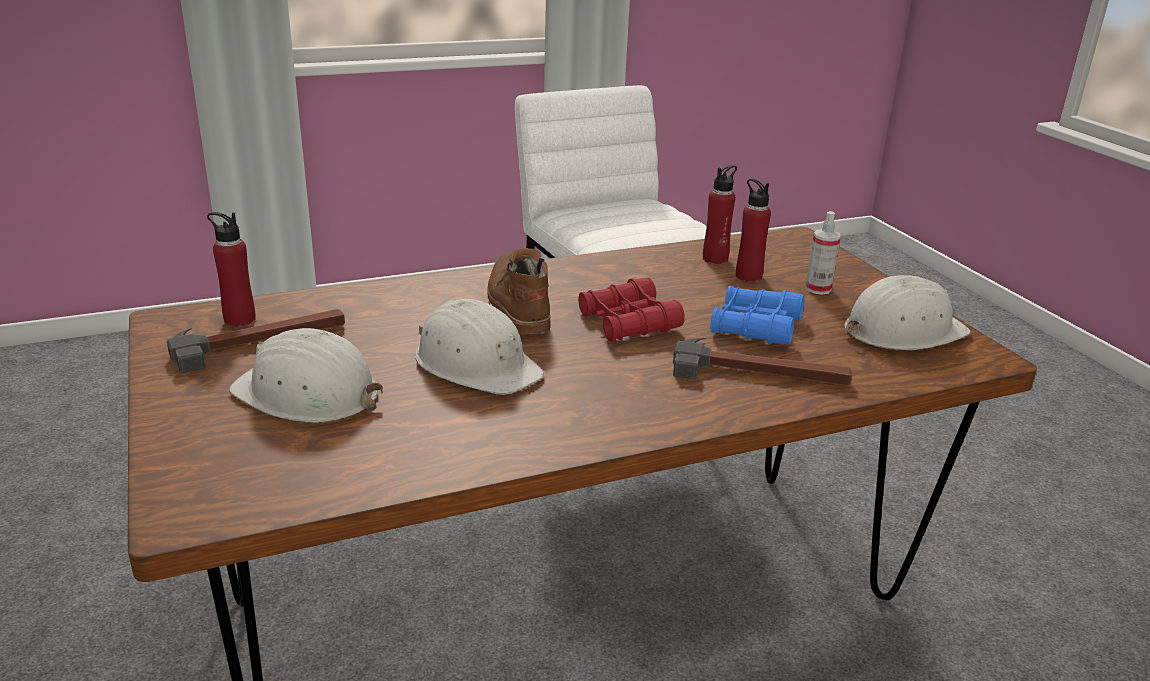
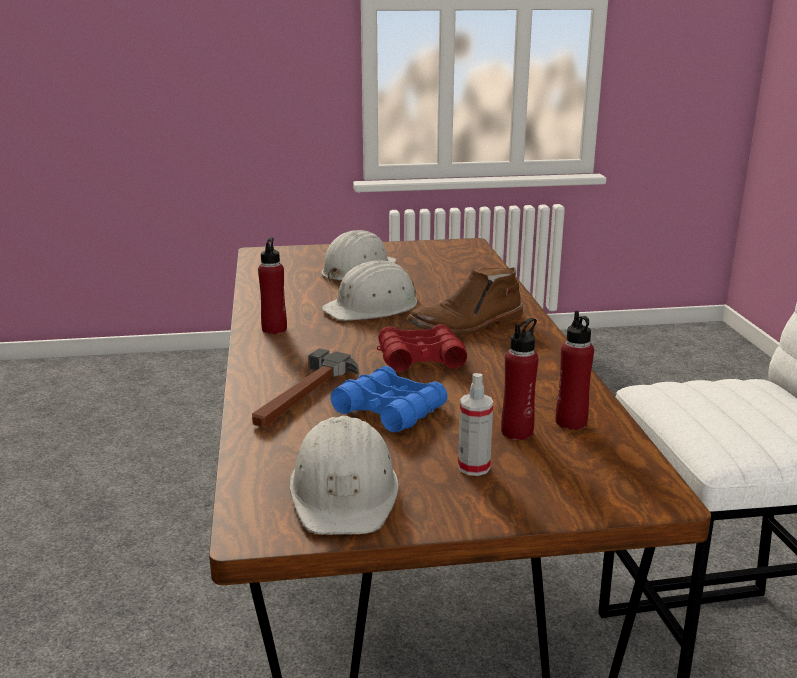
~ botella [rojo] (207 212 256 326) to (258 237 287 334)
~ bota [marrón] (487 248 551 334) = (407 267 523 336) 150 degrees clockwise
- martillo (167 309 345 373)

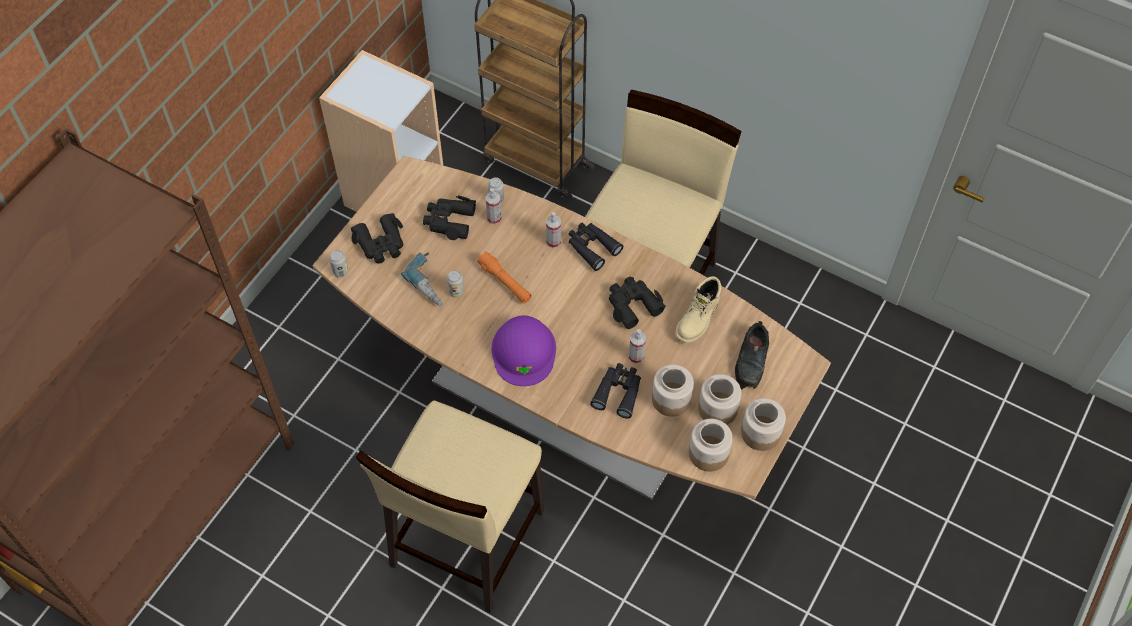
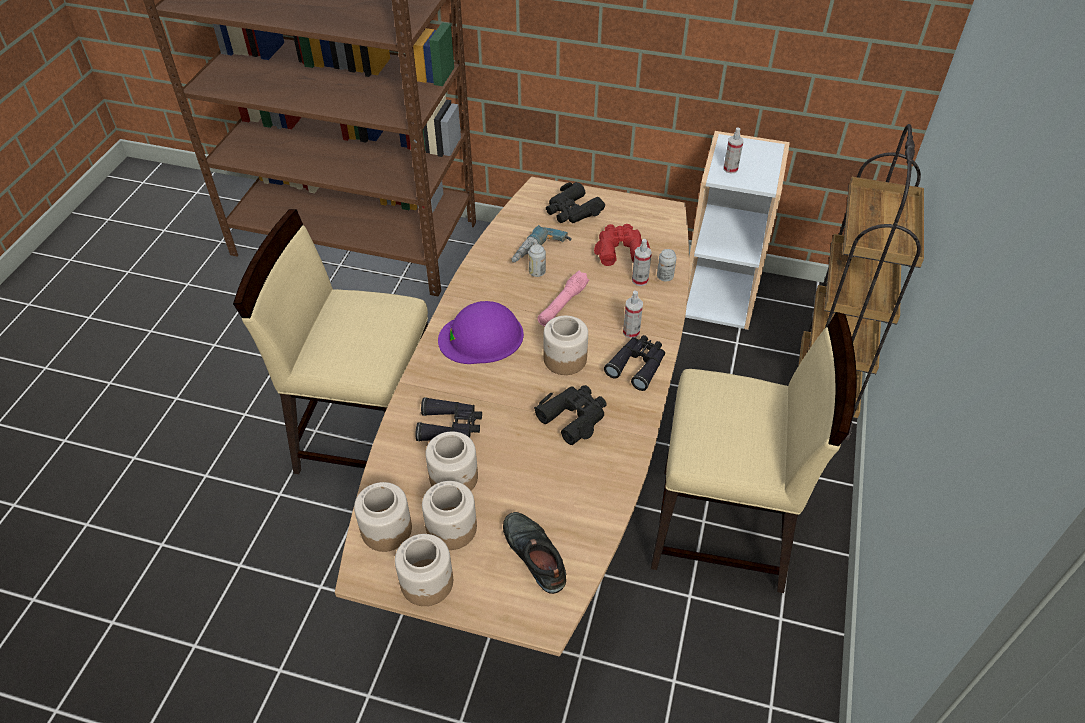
~ prismáticos [negro] (423 196 476 240) to prismáticos [rojo] (594 224 650 266)
- lata (329 250 348 277)
~ linterna [naranja] (477 251 532 304) to linterna [rosa] (537 271 589 326)
- bota [beis] (675 276 721 343)
~ zapato [negro] (735 321 769 390) = (503 512 566 594) 60 degrees clockwise
~ pulverizador (629 329 646 364) to (724 128 743 174)
+ tarro (543 316 588 375)

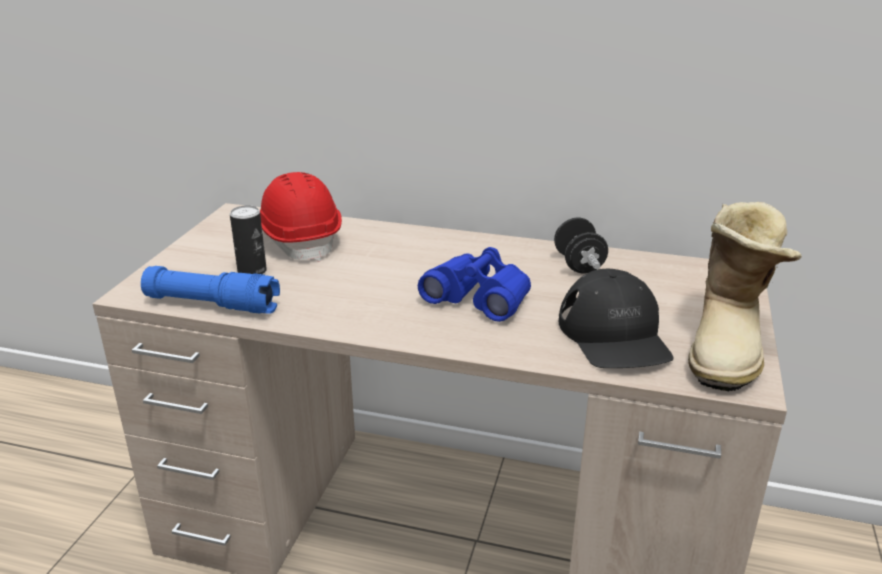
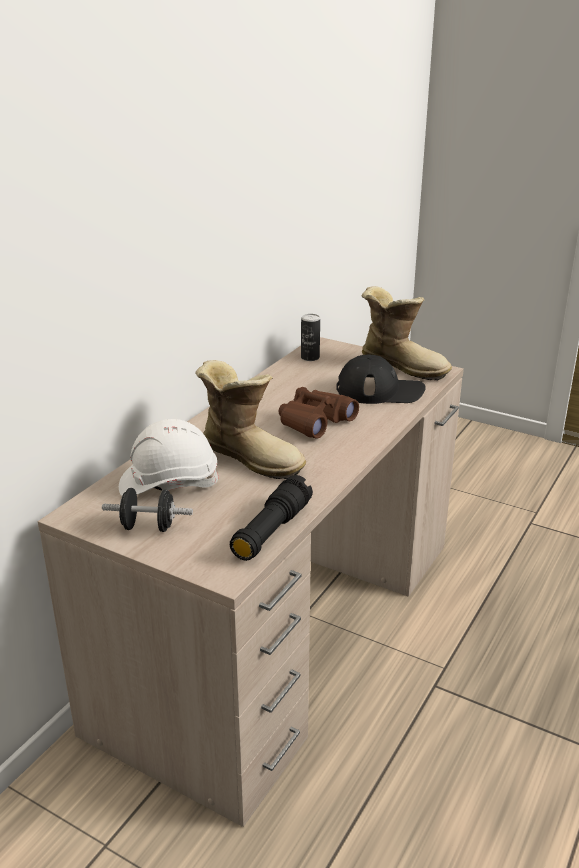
~ casco [rojo] (260 172 342 262) to casco [blanco] (119 419 219 496)
~ lata (230 205 267 274) to (301 314 320 361)
~ mancuerna [negro] (554 217 608 273) to (102 488 193 532)
~ prismáticos [azul] (418 247 531 322) to prismáticos [marrón] (279 387 359 439)
~ linterna [azul] (141 266 280 314) to linterna [negro] (230 475 313 561)
+ bota (195 360 306 480)

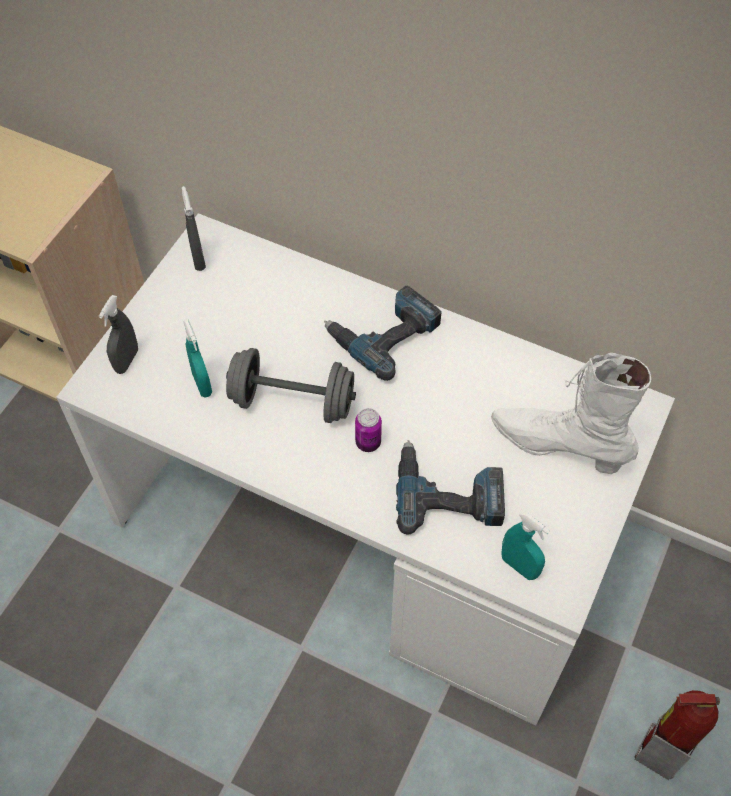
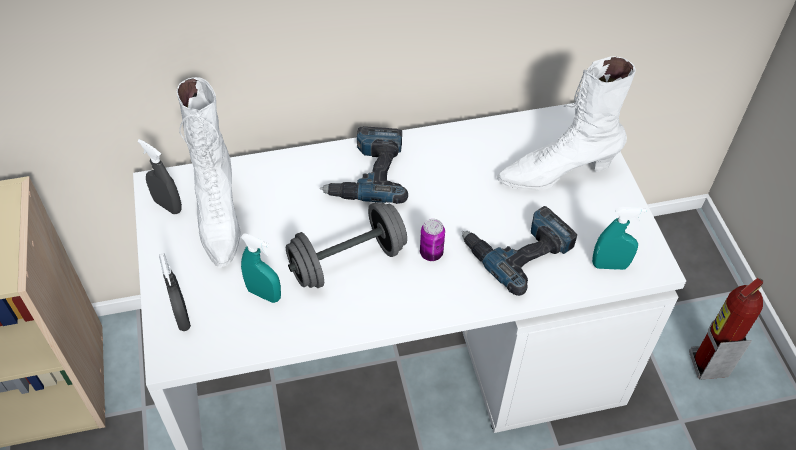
+ bota [blanco] (177 77 241 267)

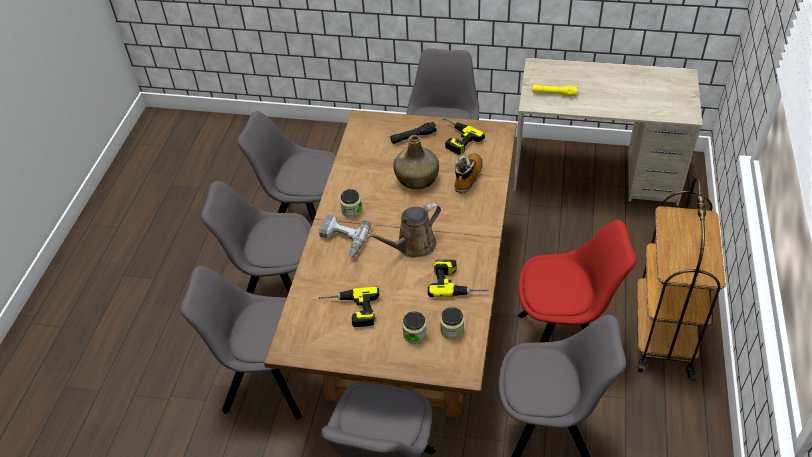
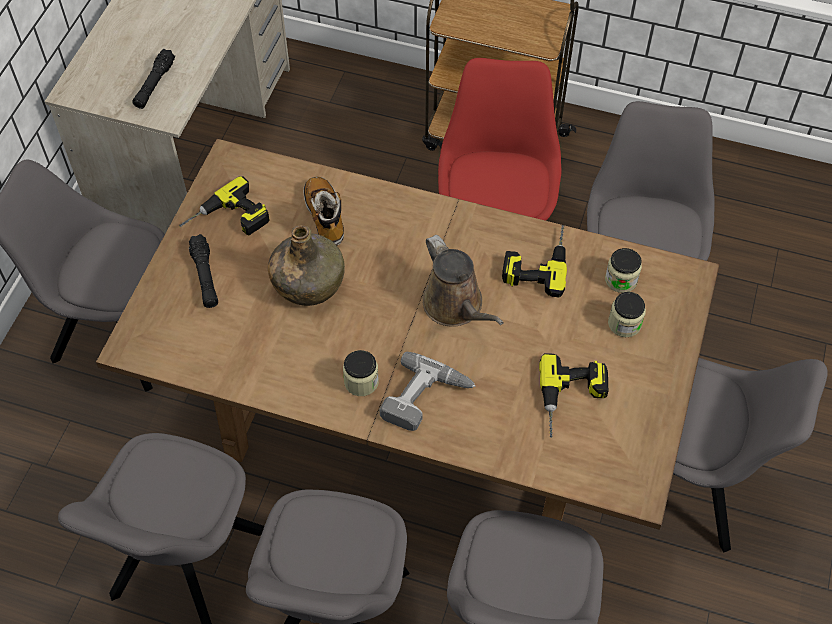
~ linterna [amarillo] (532 84 578 97) to linterna [negro] (132 49 175 109)
~ bota (454 154 483 193) = (303 177 344 245) 45 degrees clockwise

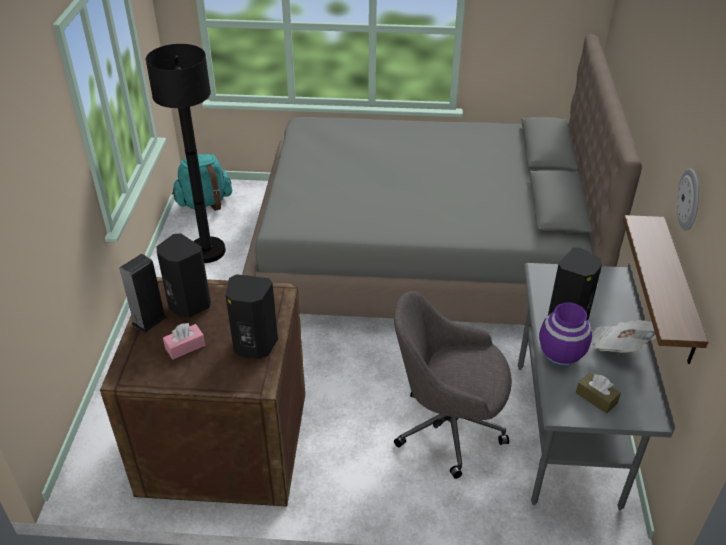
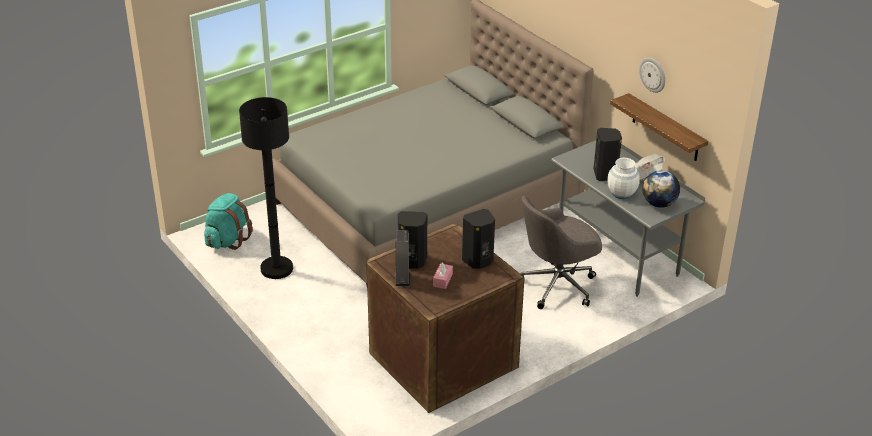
~ florero [morado] (539 302 592 366) to florero [blanco] (608 158 640 199)
~ caja de pañuelos [marrón] (576 373 621 414) to globo terráqueo (642 170 680 208)

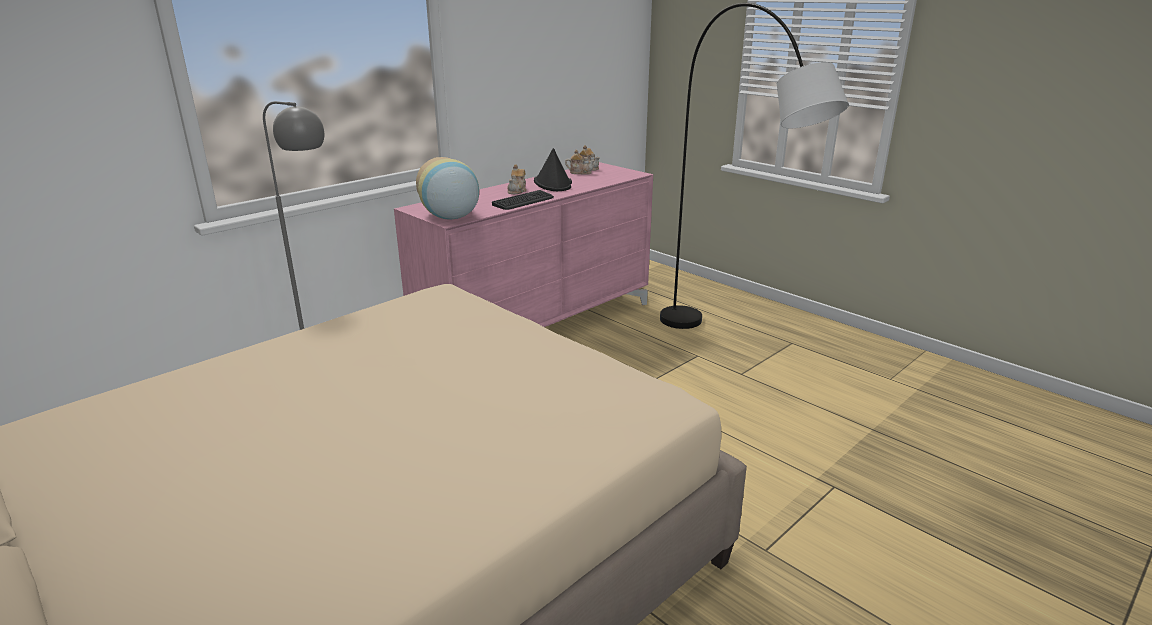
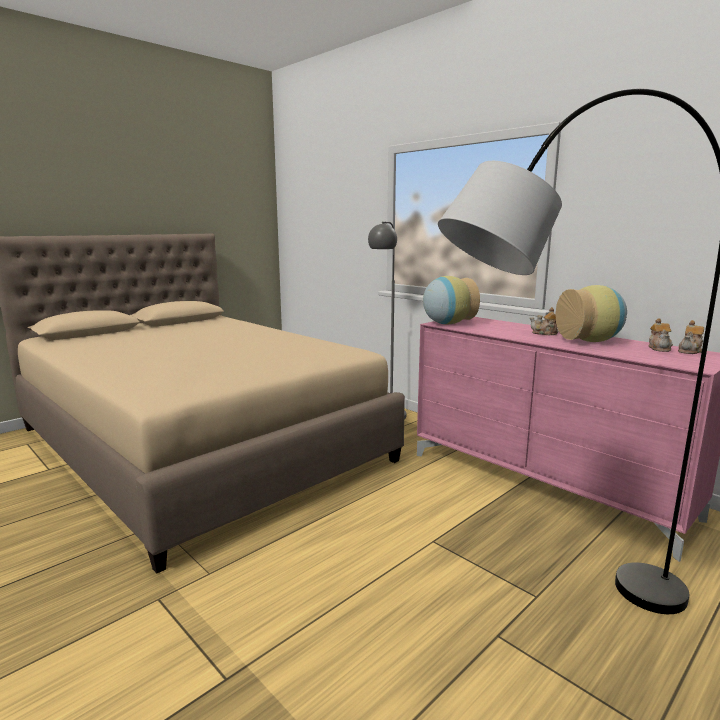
~ sombrero [negro] (534 148 572 191) to florero (556 285 627 342)
- teclado (492 190 554 210)

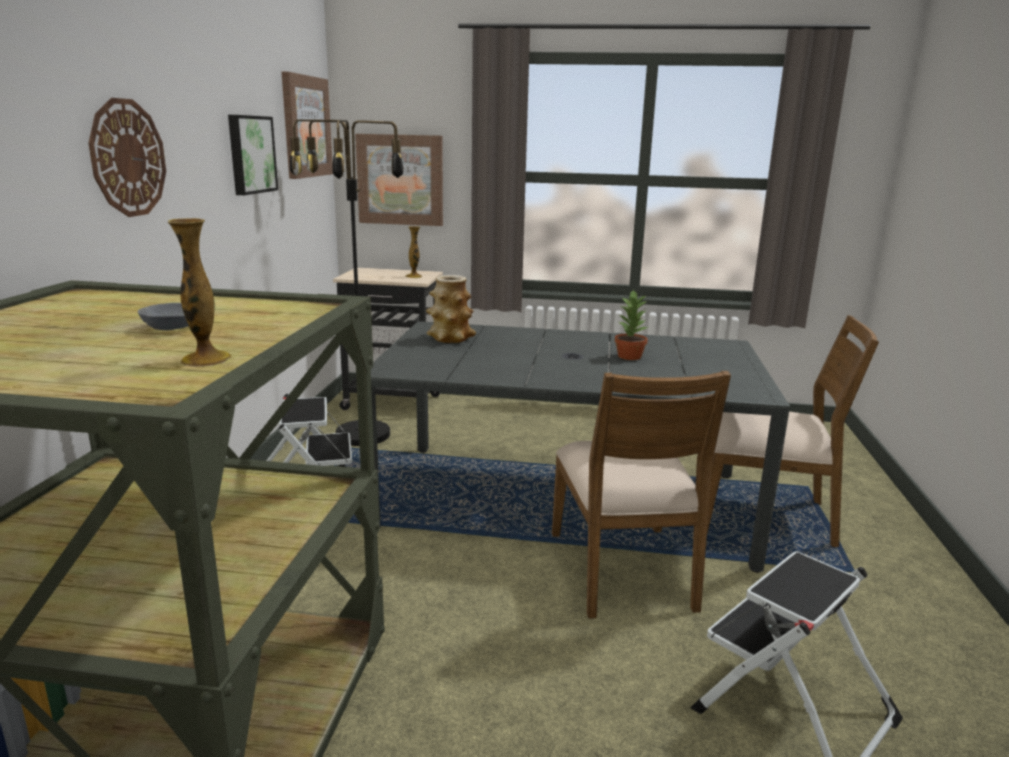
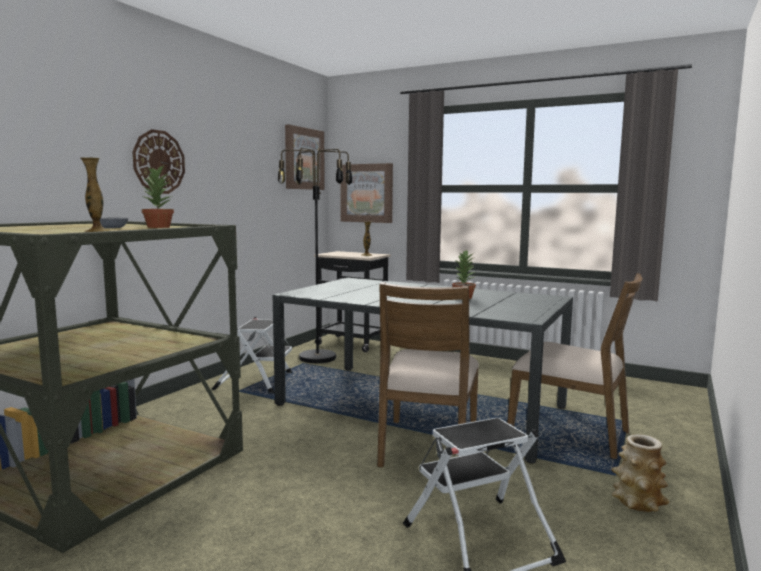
- cuadro (228 115 278 195)
~ florero (426 275 476 343) to (612 434 669 512)
+ planta en maceta (142 165 174 228)

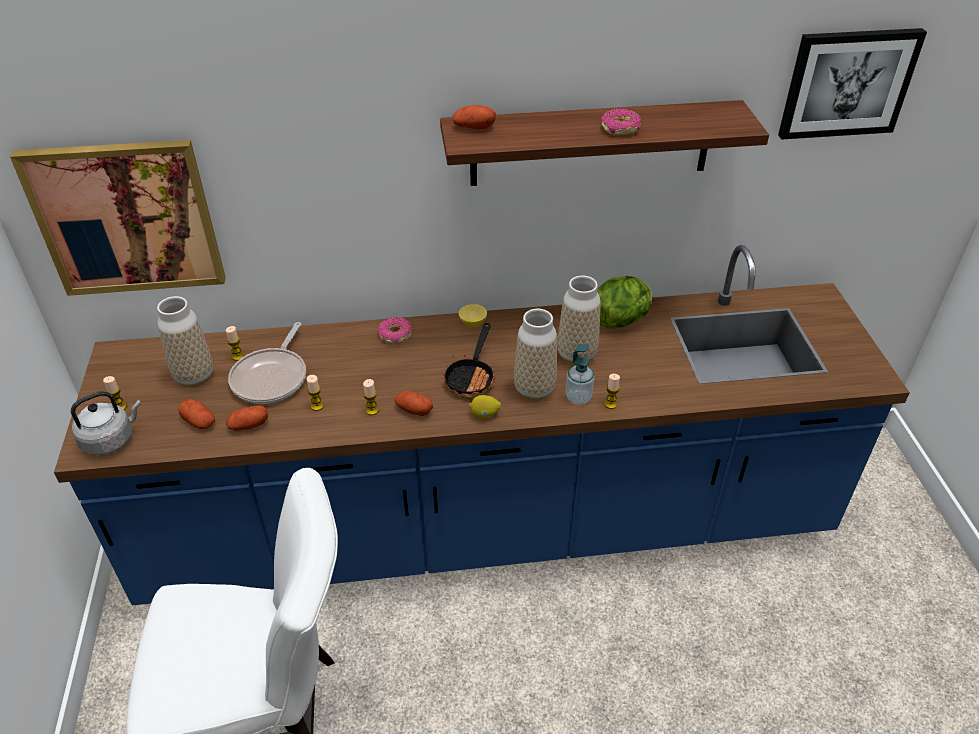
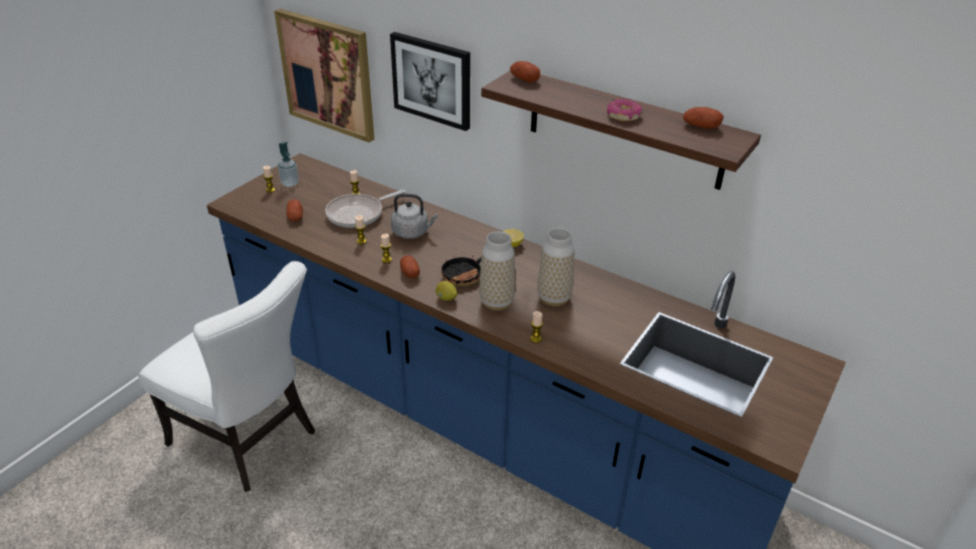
~ cuadro (778 28 927 139) to (390 32 470 131)
- lechuga (597 276 652 328)
- florero (157 296 213 388)
- rosquilla (377 317 412 343)
~ dispensador de jabón (566 344 595 405) to (278 142 299 187)
~ hervidor [gris] (71 391 141 455) to (391 194 438 239)
~ patata (226 405 268 431) to (683 107 724 129)

